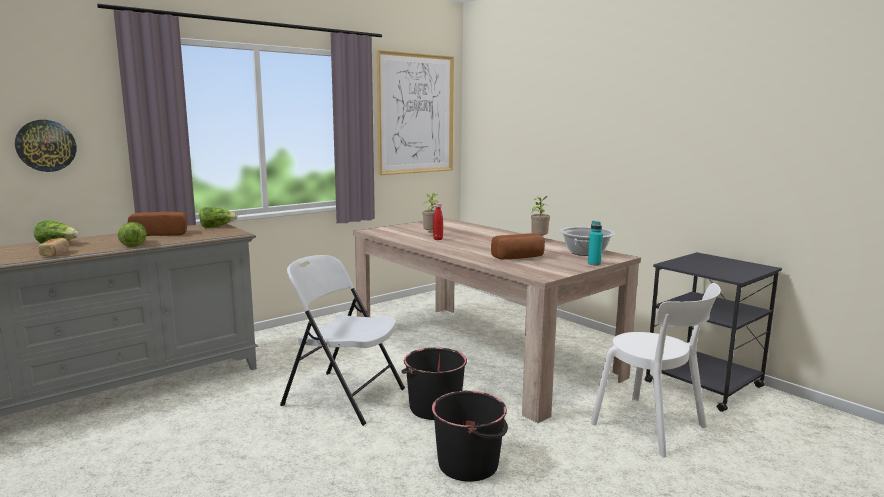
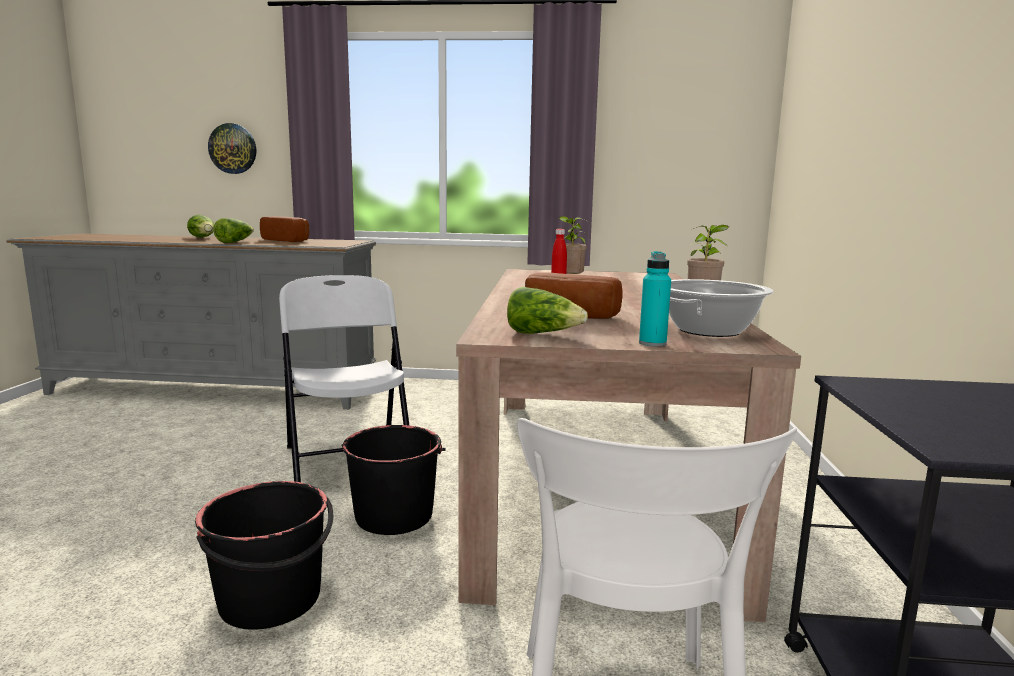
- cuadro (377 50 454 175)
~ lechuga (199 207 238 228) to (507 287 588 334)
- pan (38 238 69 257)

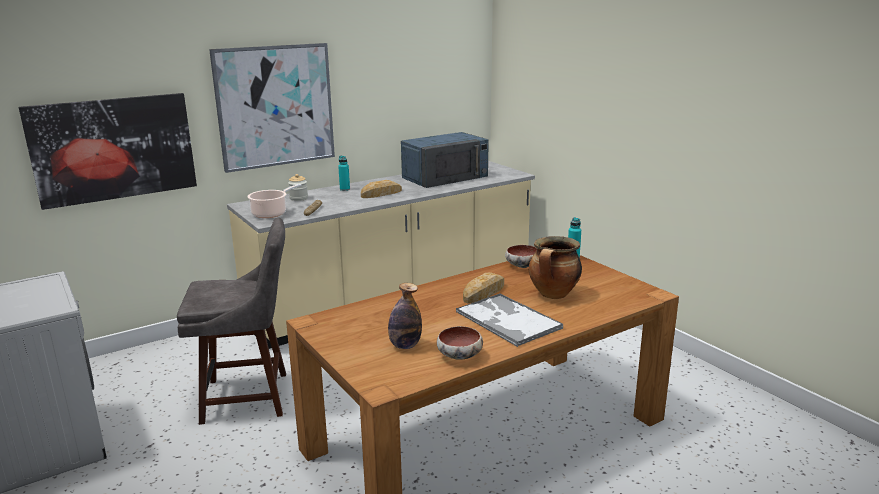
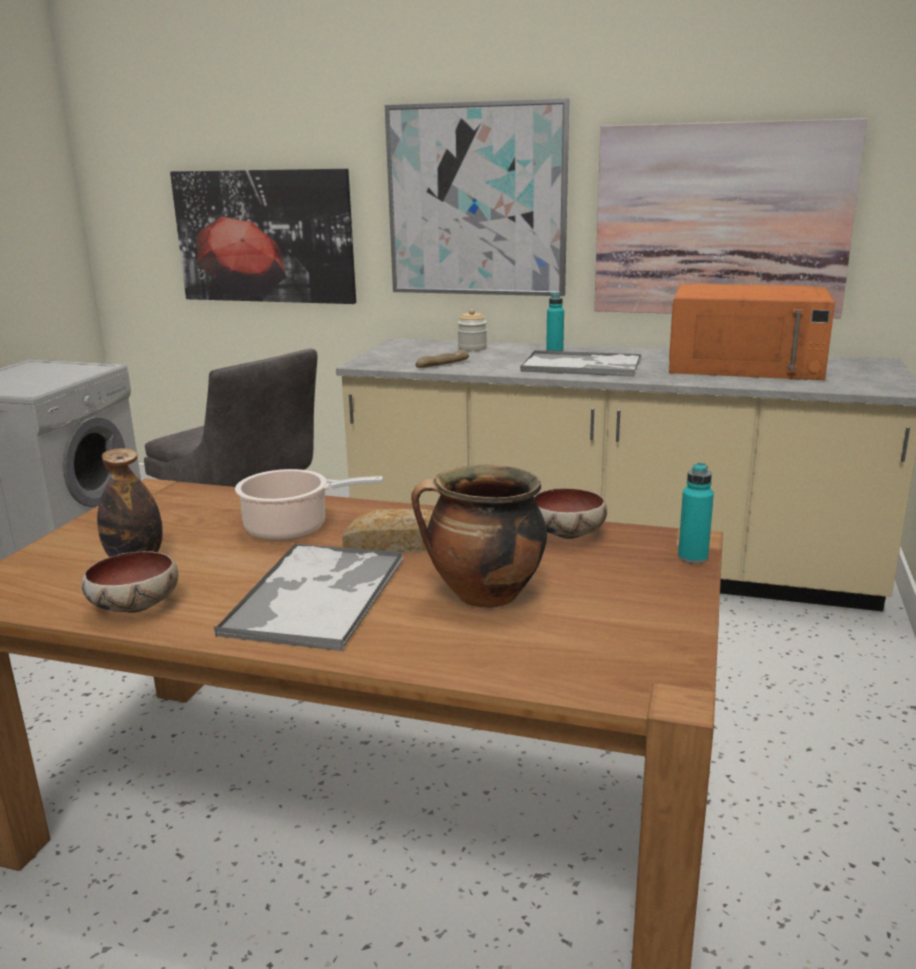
~ microondas [azul] (401 132 489 188) to microondas [naranja] (669 284 835 380)
~ pan (361 180 402 198) to bandeja (520 350 641 377)
~ olla (247 184 302 218) to (235 469 383 541)
+ cuadro (594 118 867 318)

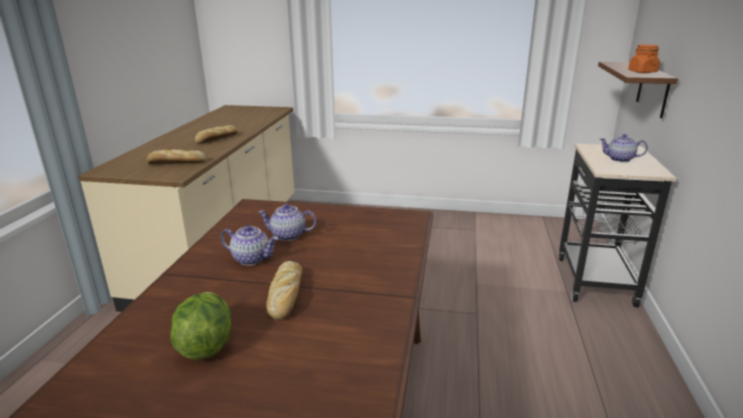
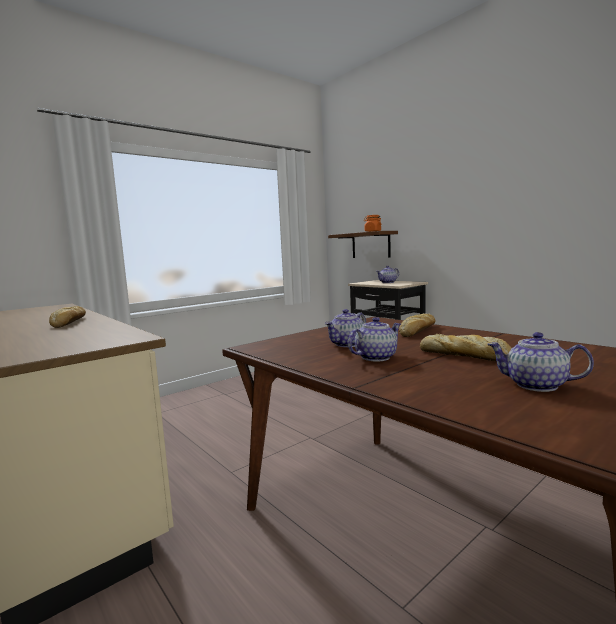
~ pan (146 150 206 164) to (399 313 435 337)
~ lechuga (170 292 231 360) to tetera (488 332 594 392)

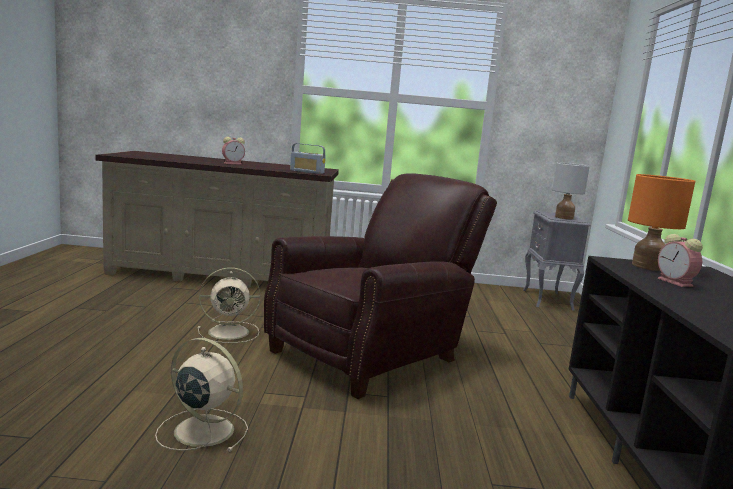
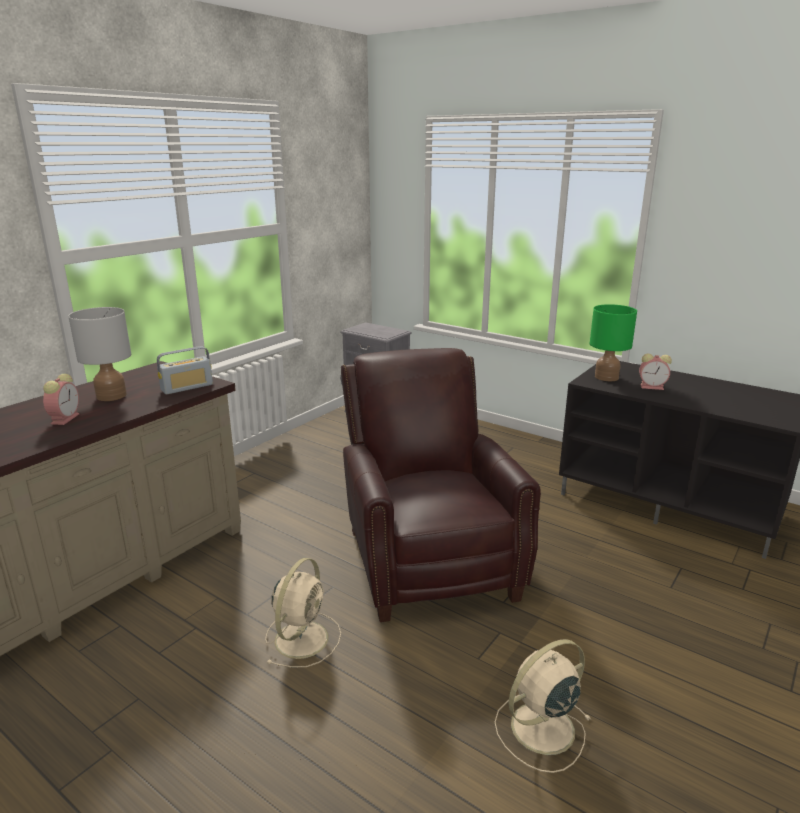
~ lámpara de mesa [gris] (552 162 590 219) to (68 307 131 401)
~ lámpara de mesa [naranja] (628 174 695 271) to lámpara de mesa [verde] (590 304 637 381)

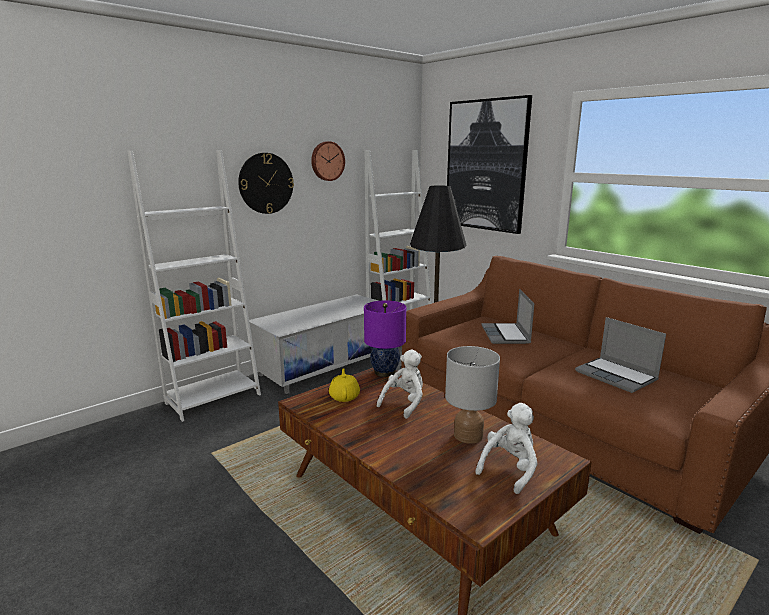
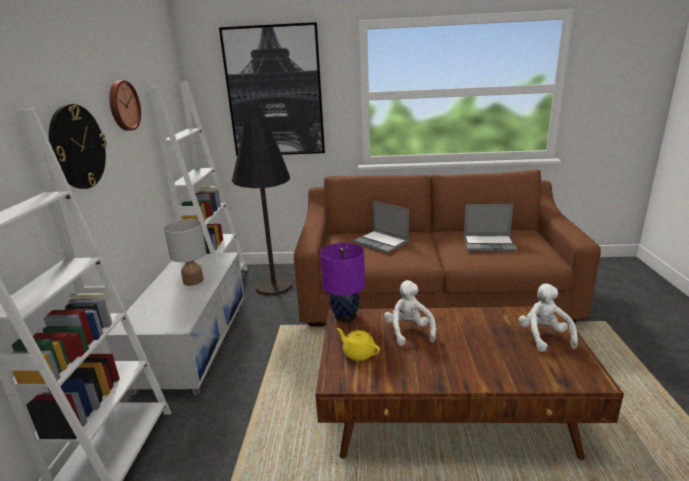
~ lámpara de mesa [gris] (445 346 500 444) to (164 219 206 286)

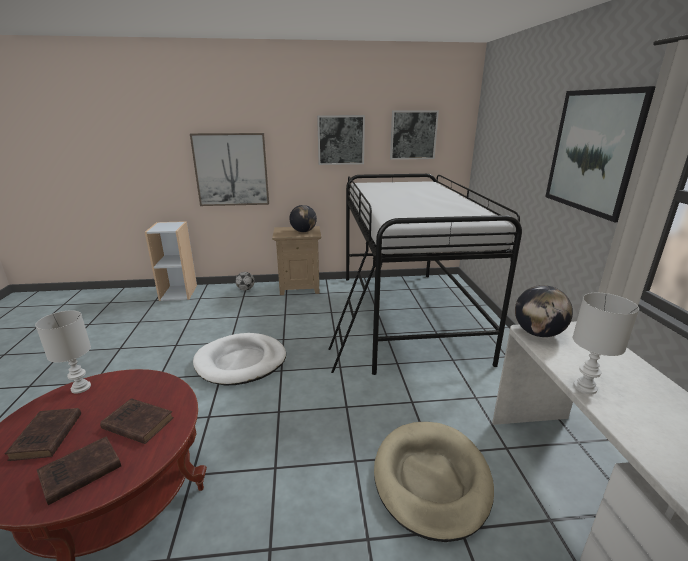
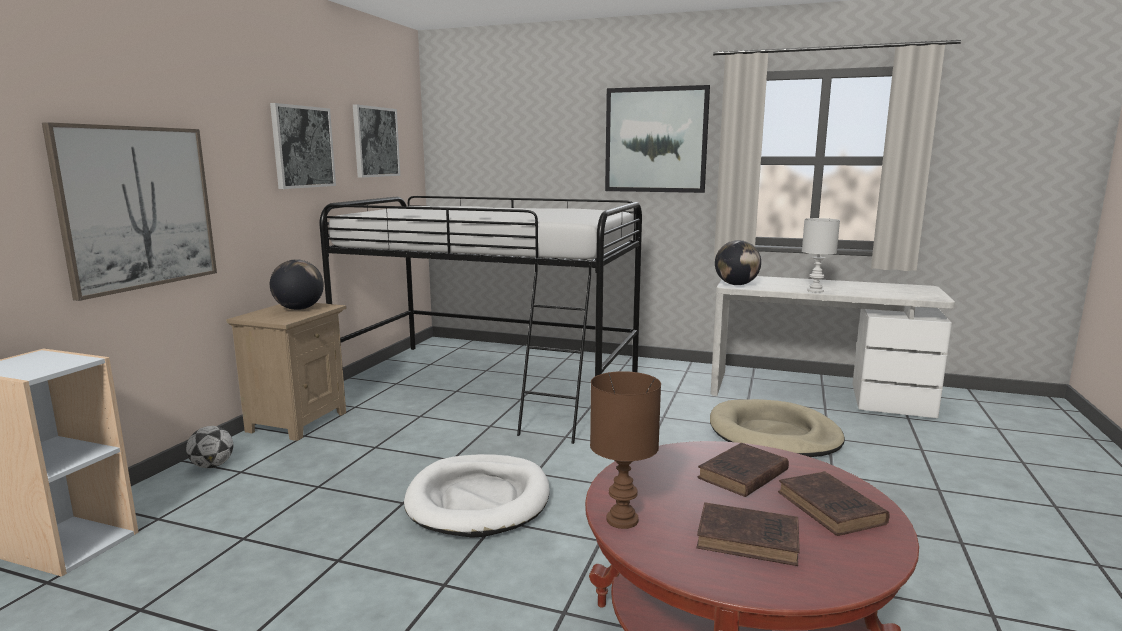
~ lámpara de mesa [blanco] (35 310 91 394) to lámpara de mesa [marrón] (590 371 661 529)

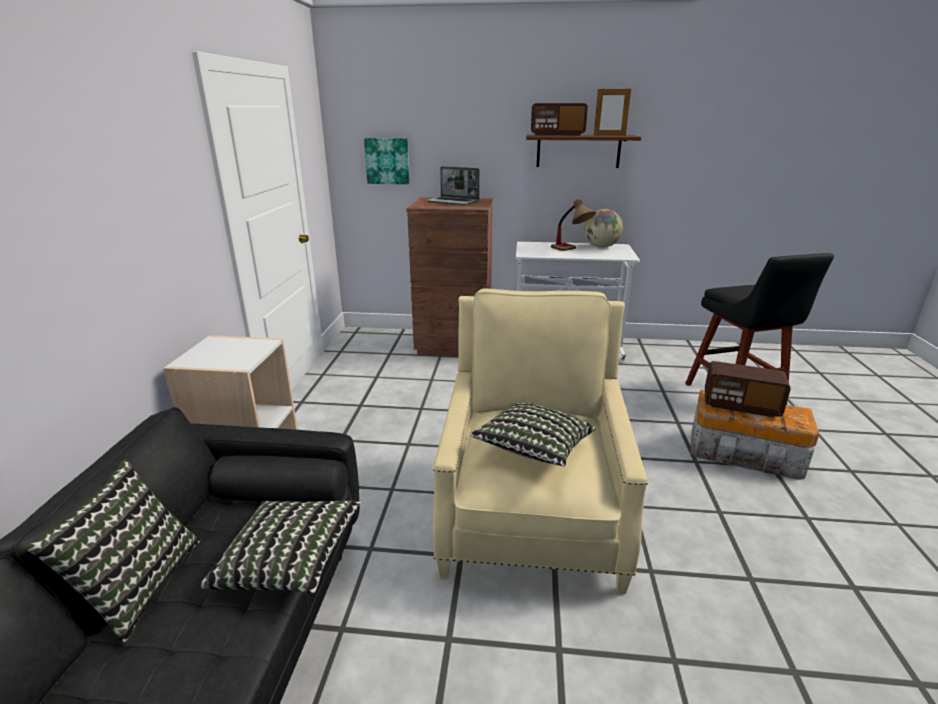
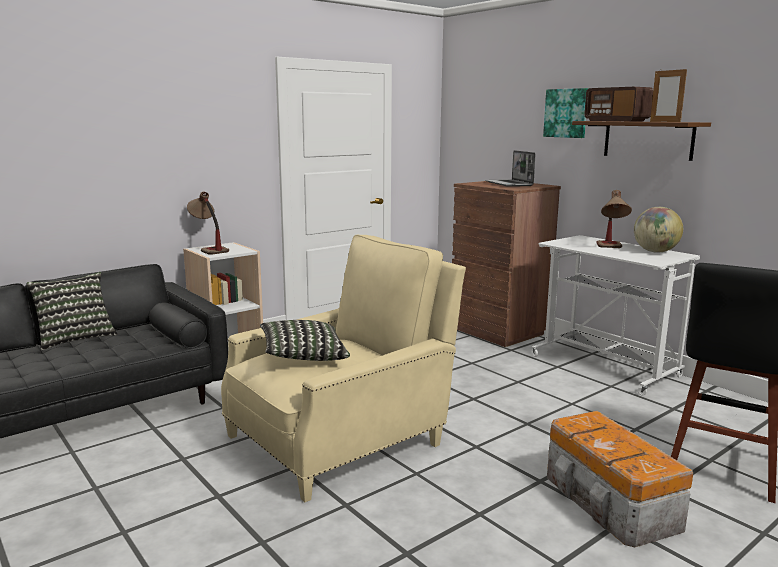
~ cuadro (364 138 410 184) to (543 88 588 138)
- radio (705 361 791 417)
- cojín (200 500 361 594)
+ lámpara de mesa (187 192 229 255)

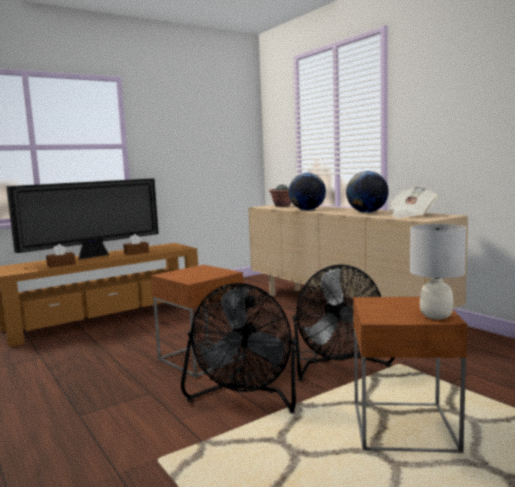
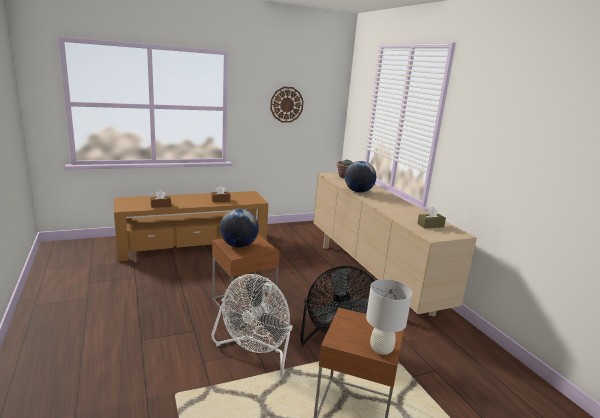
~ globo terráqueo (346 171 389 213) to (220 209 259 247)
- televisor (6 178 159 260)
~ periódico (389 187 438 218) to caja de pañuelos [marrón] (417 206 446 228)
~ ventilador [negro] (181 283 296 414) to ventilador [blanco] (211 274 293 377)
+ reloj de pared (270 87 304 123)

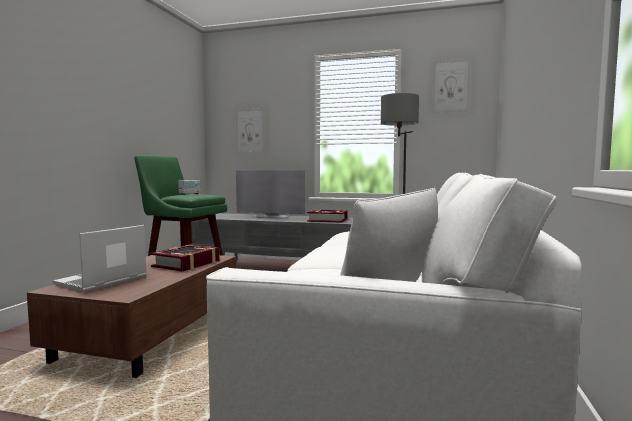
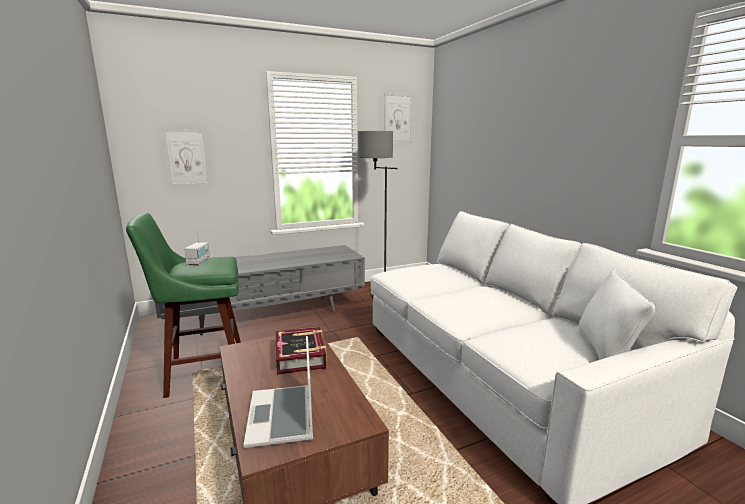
- televisor (236 170 305 218)
- libro (307 209 347 223)

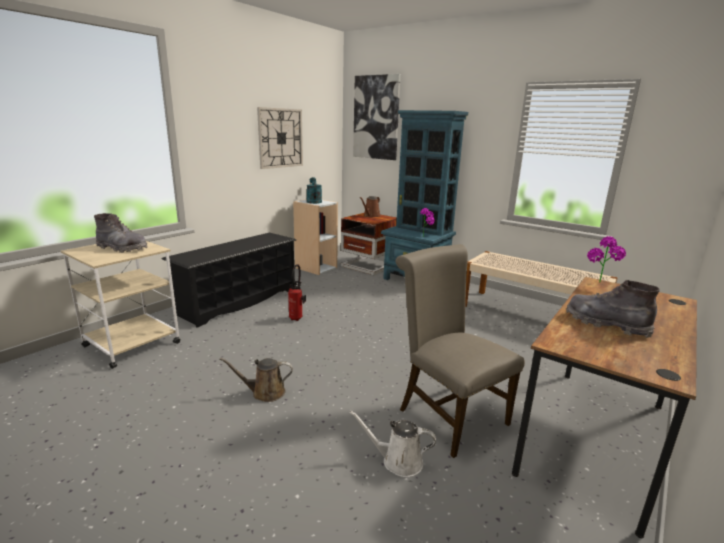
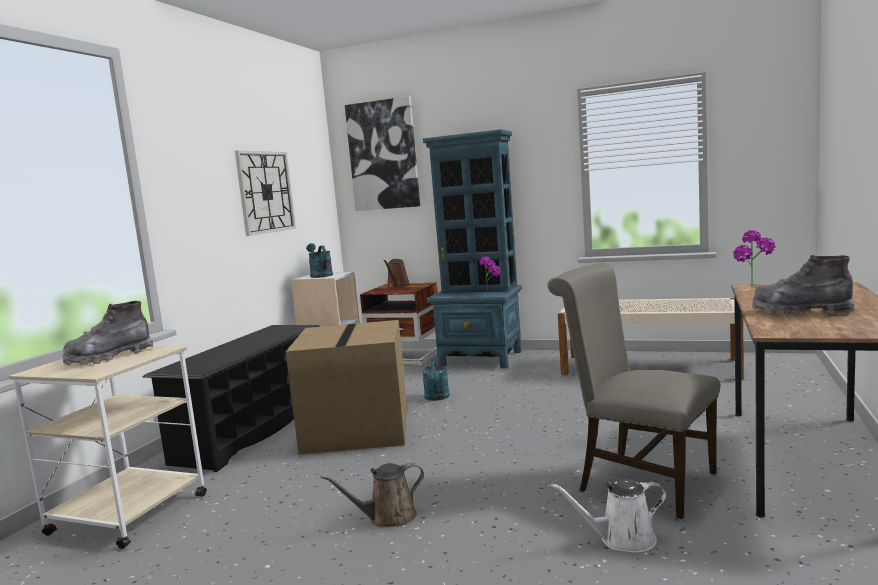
~ bota [gris] (94 213 148 253) = (62 301 153 365) 135 degrees clockwise
~ extintor (288 264 306 321) to caja de cartón (286 320 407 455)
+ regadera [turquesa] (422 359 450 401)

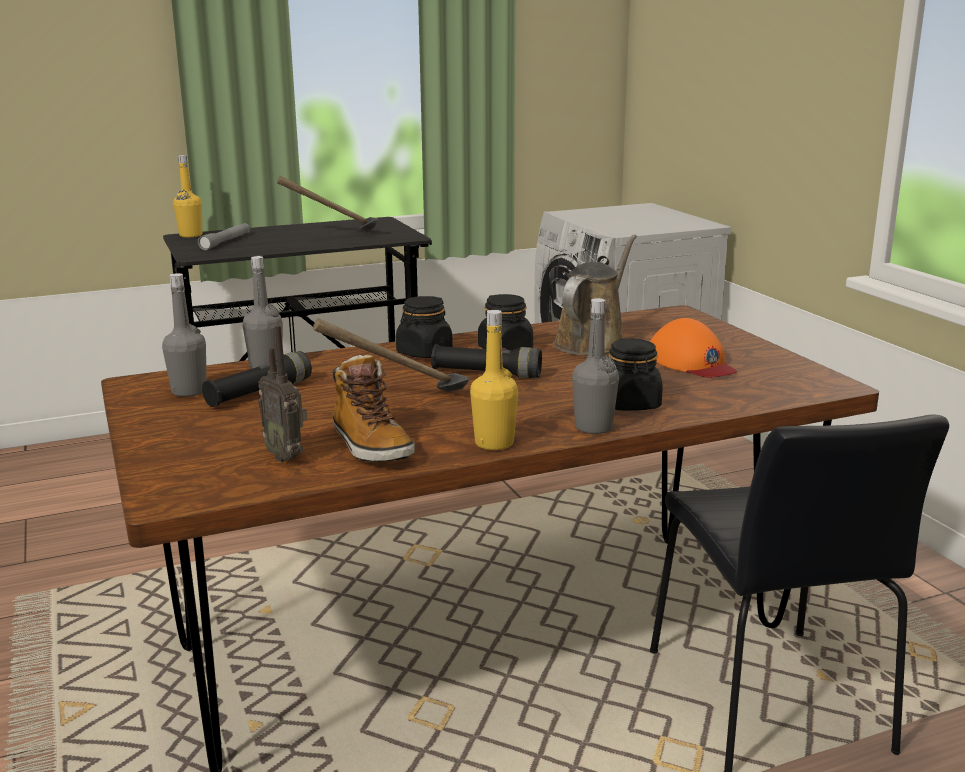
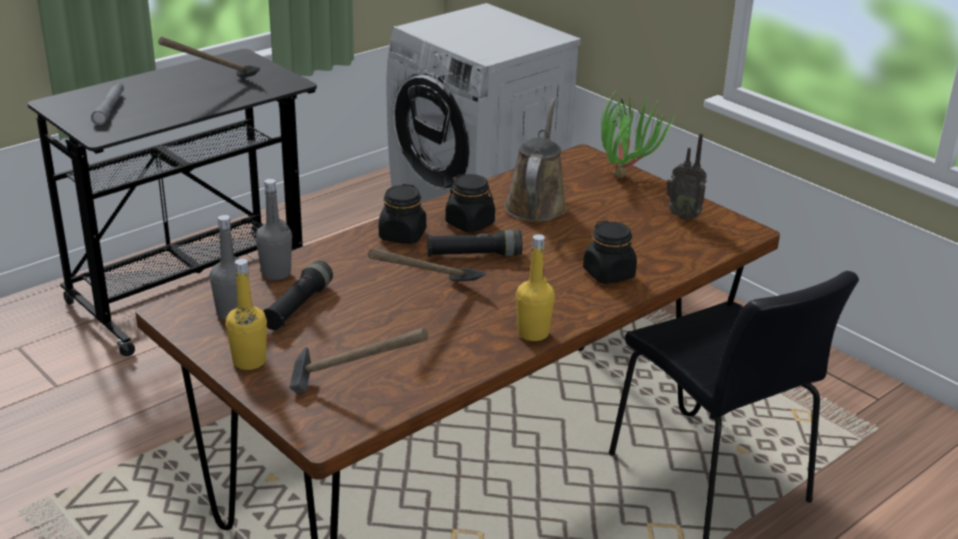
~ botella [amarillo] (173 155 202 238) to (226 259 267 370)
- botella [gris] (572 298 619 434)
- gorra [naranja] (650 318 737 377)
~ radio (258 325 307 462) to (666 133 707 220)
- bota (333 355 415 462)
+ planta en maceta (601 92 674 178)
+ martillo (290 328 428 393)

